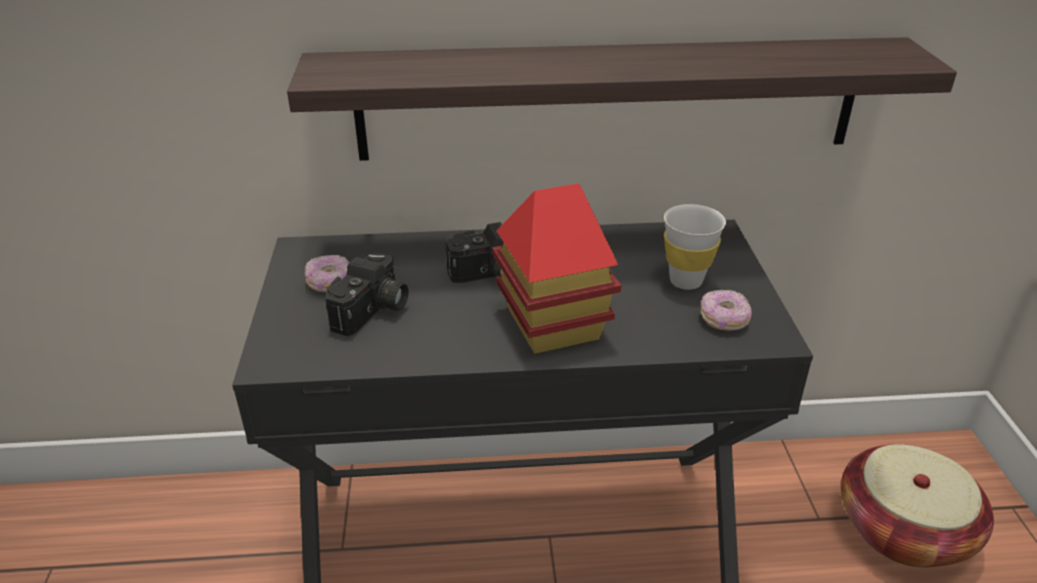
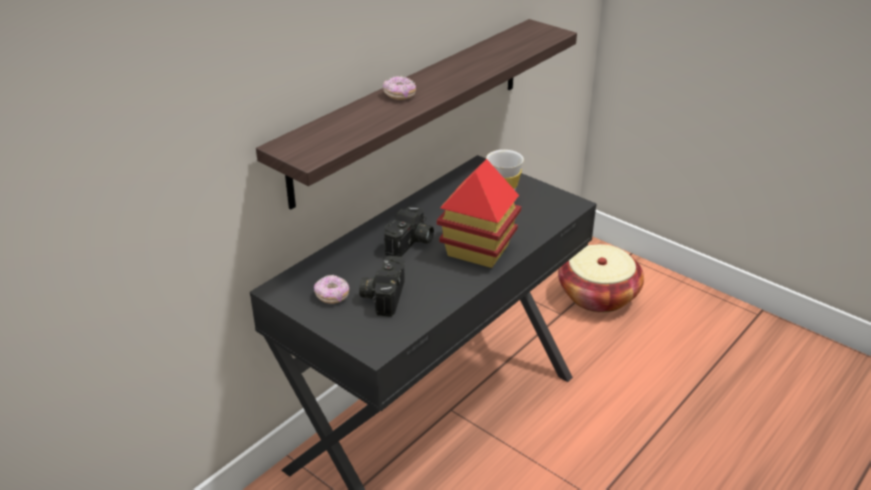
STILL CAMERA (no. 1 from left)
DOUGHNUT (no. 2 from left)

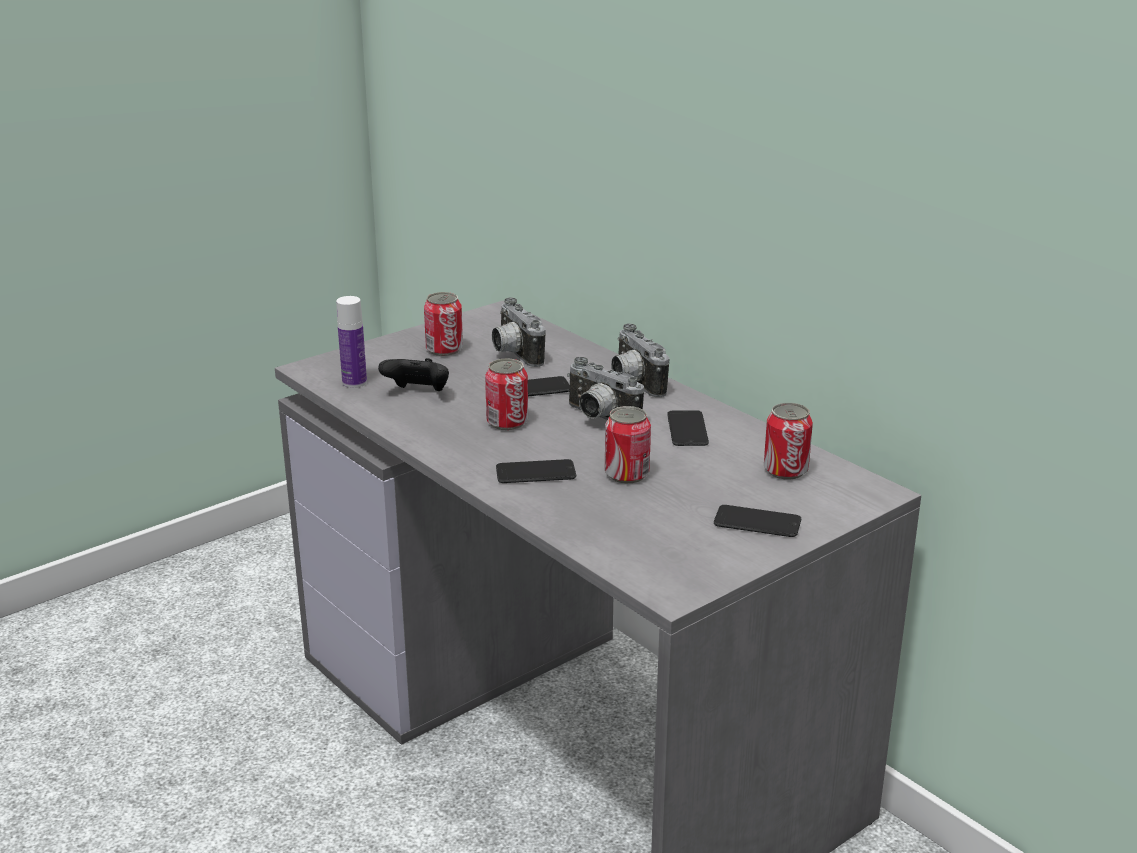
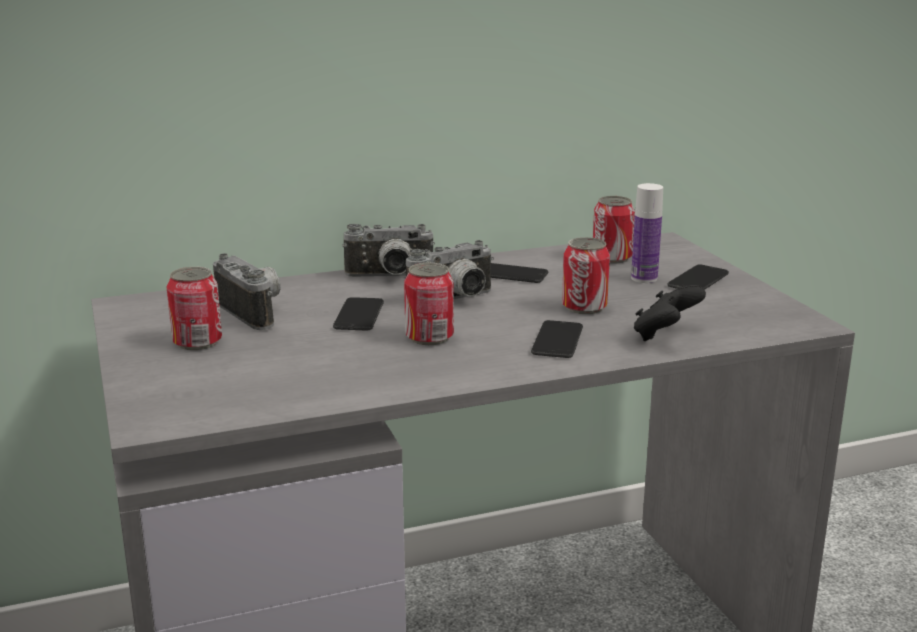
BEVERAGE BOTTLE
BLACK GAME CONTROLLER
STILL CAMERA (no. 1 from left)

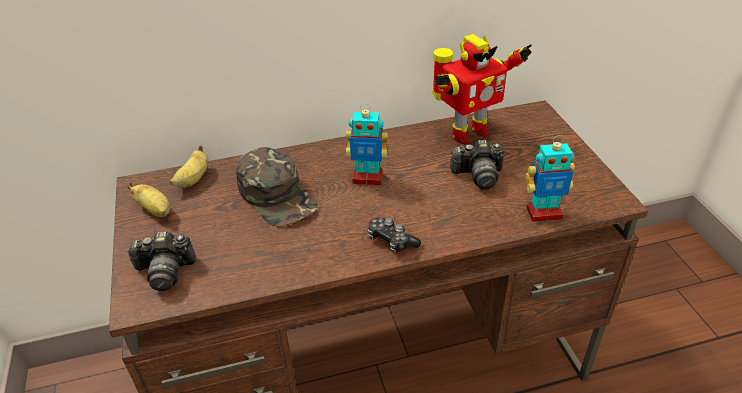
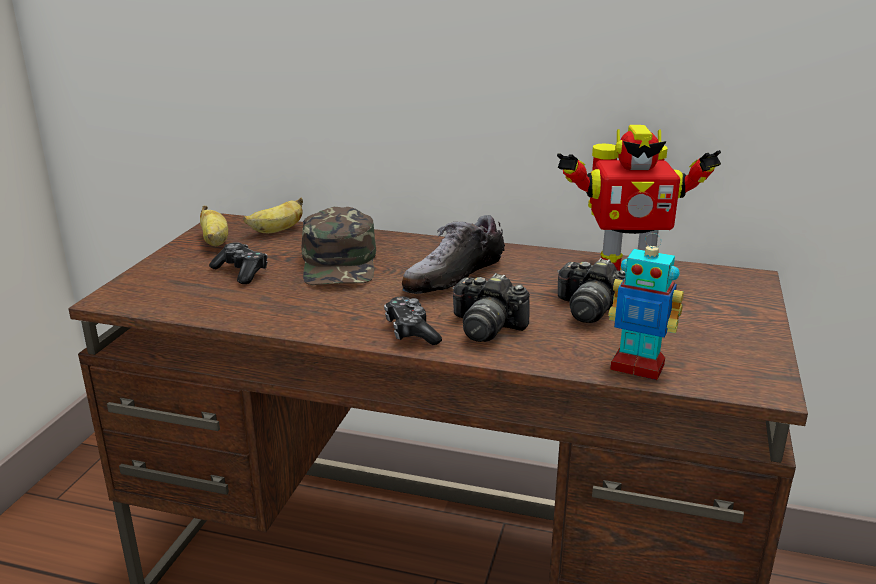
STILL CAMERA (no. 1 from left)
LOW SHOE
GAME CONTROLLER (no. 1 from left)

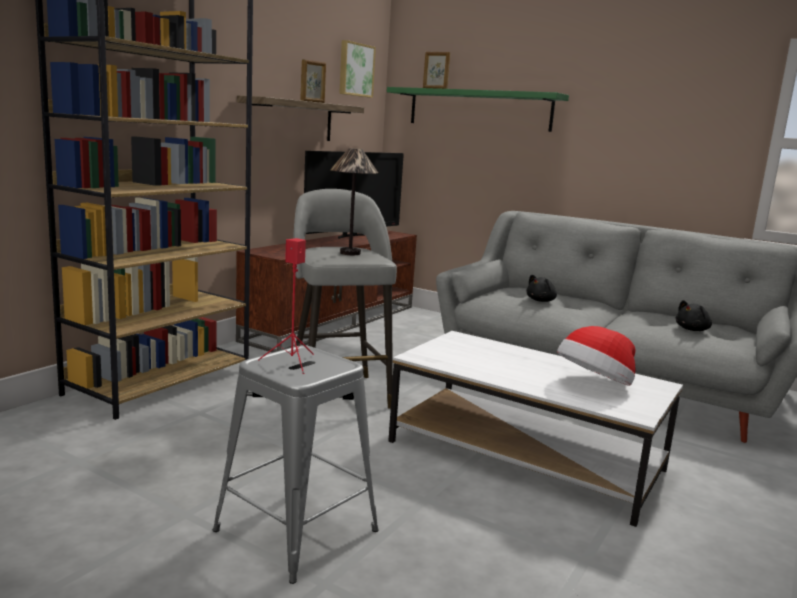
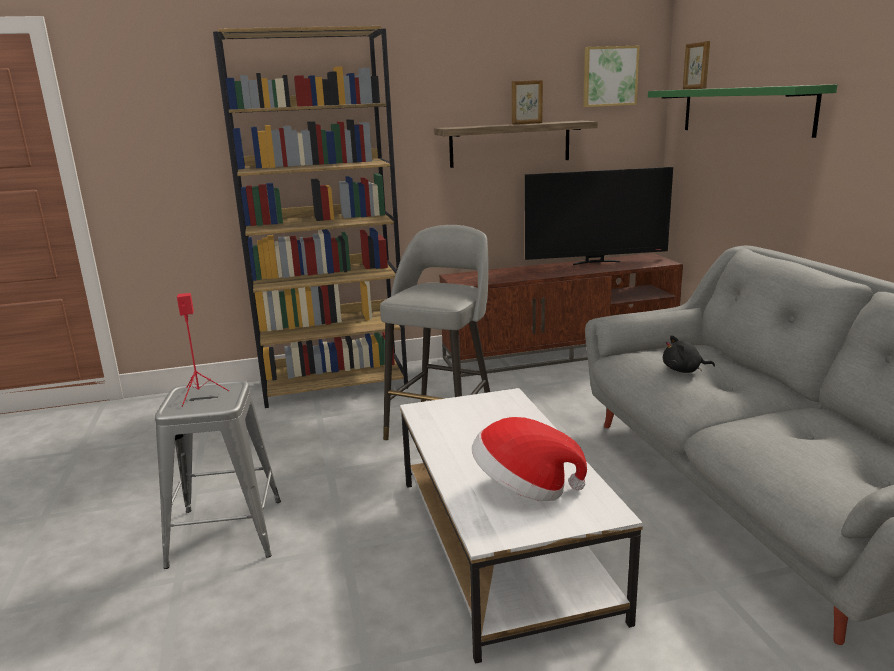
LAMP FOR A TABLE
BLACK PLUSH TOY (no. 2 from left in the first image)

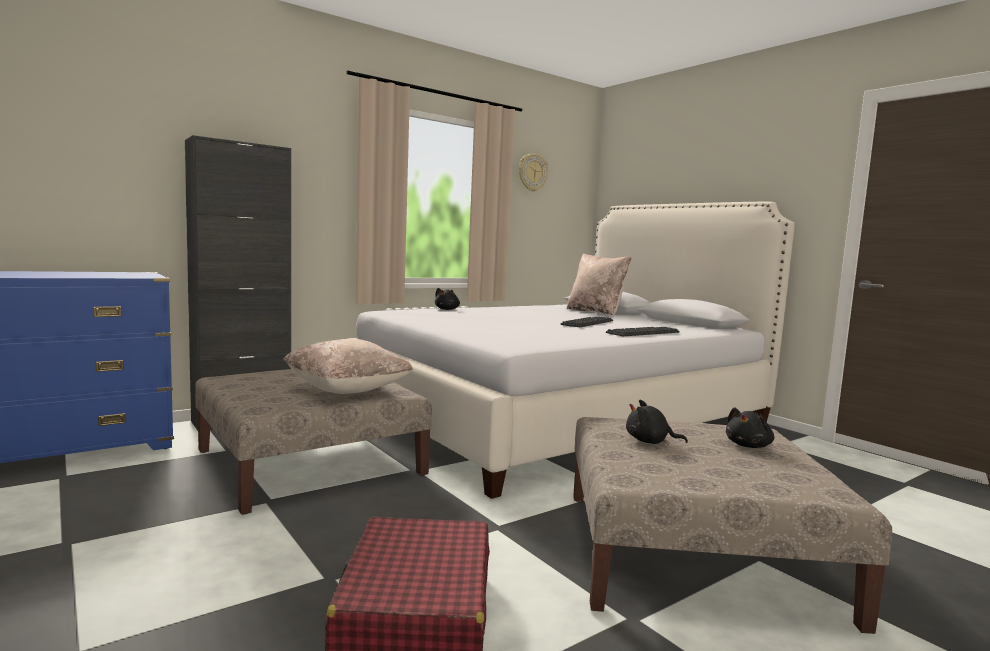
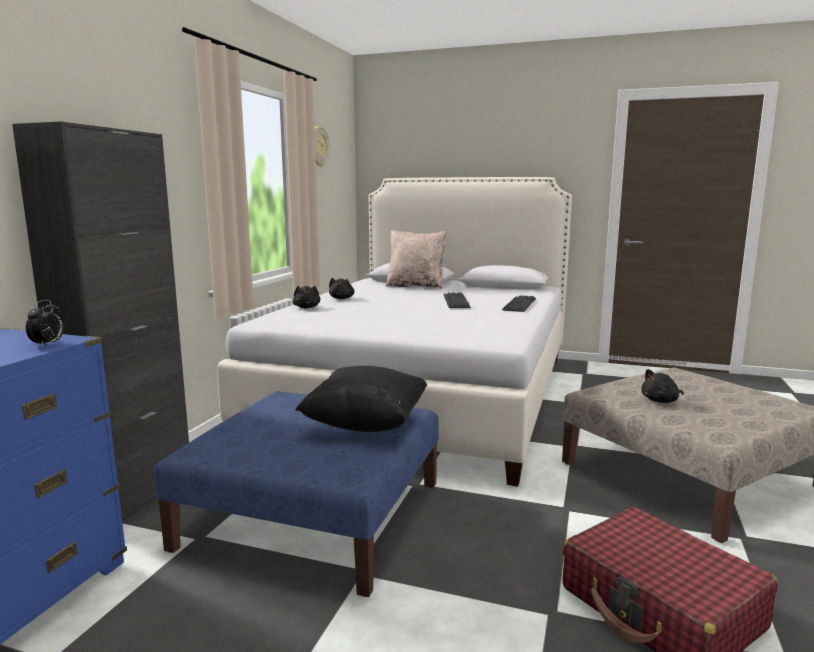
BLUISH FOOTREST
BLACK THROW PILLOW
BLACK PLUSH TOY (no. 2 from left)
ALARM CLOCK

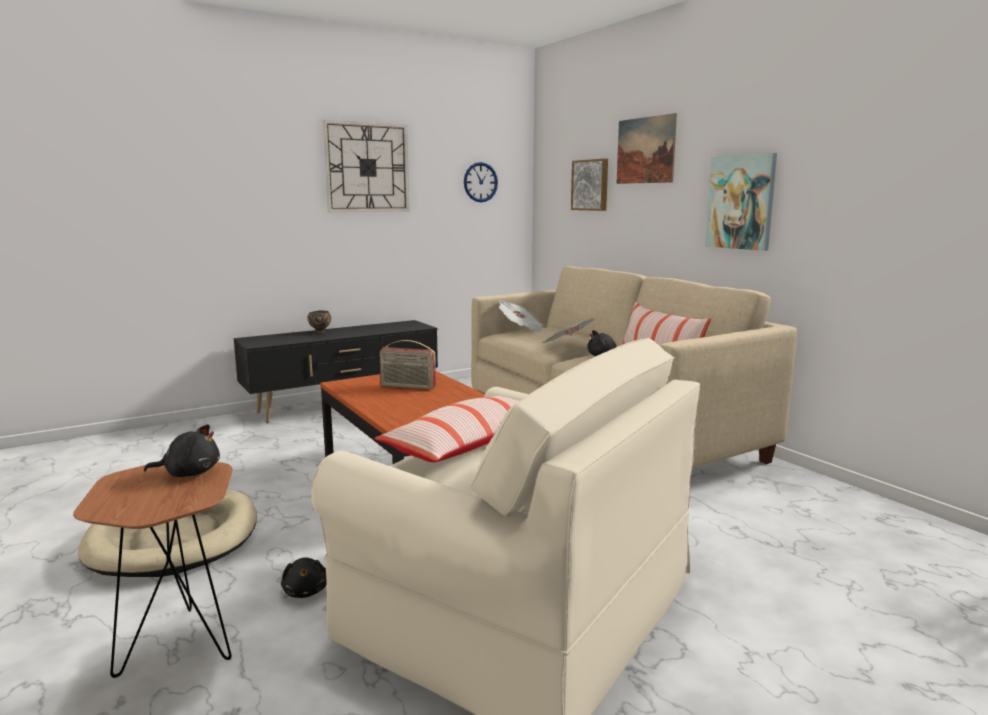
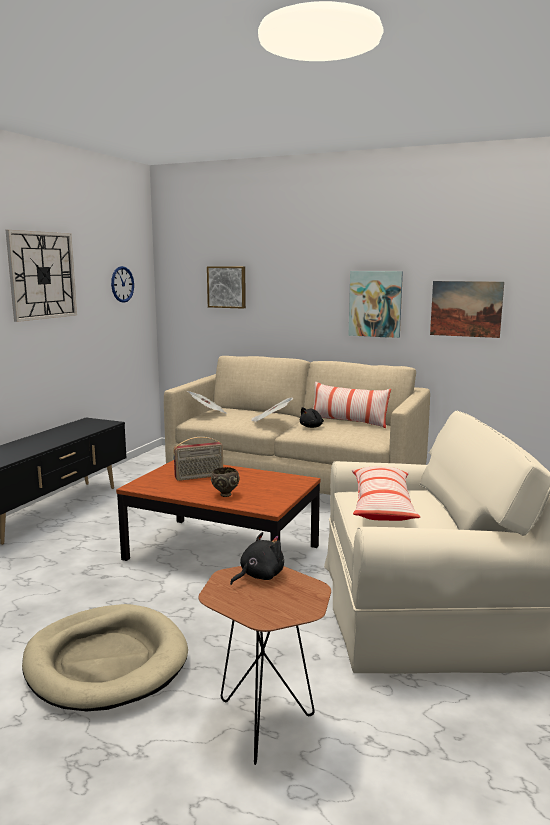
BLACK PLUSH TOY (no. 2 from left in the first image)
BROWN-COLOURED DEEP DISH
WALL PICTURE (no. 3 from left)

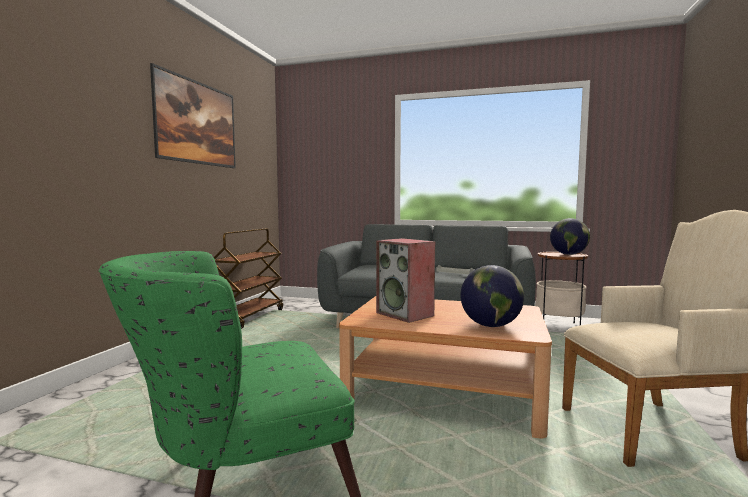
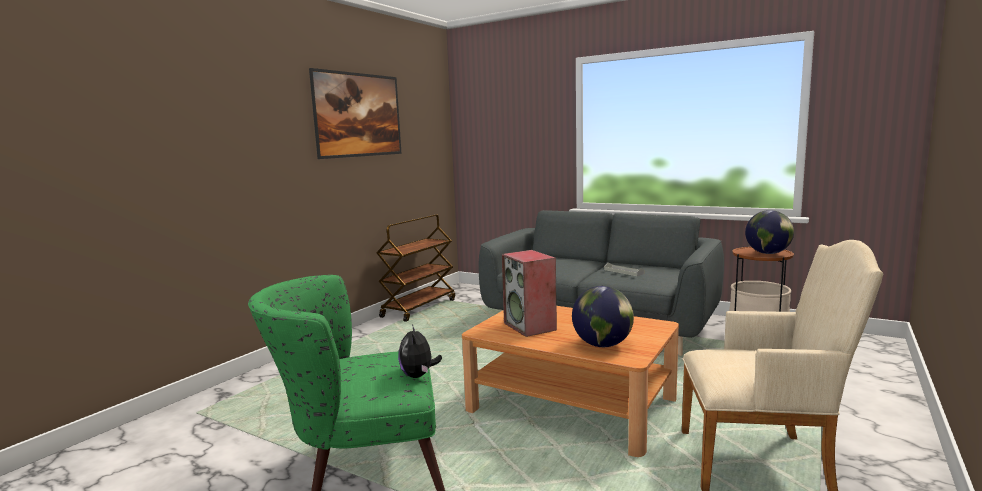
PLUSH TOY

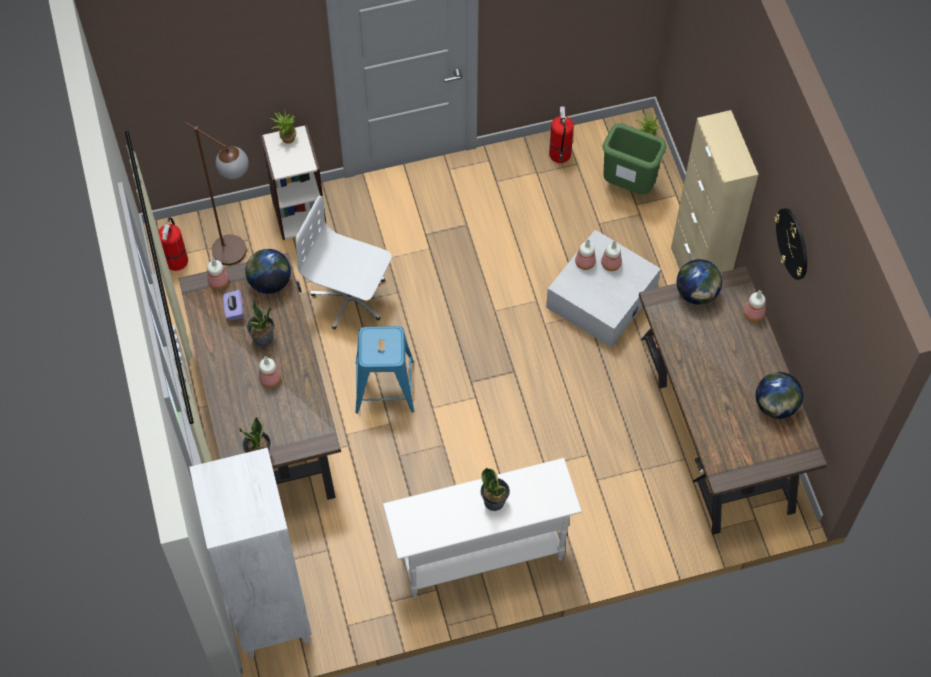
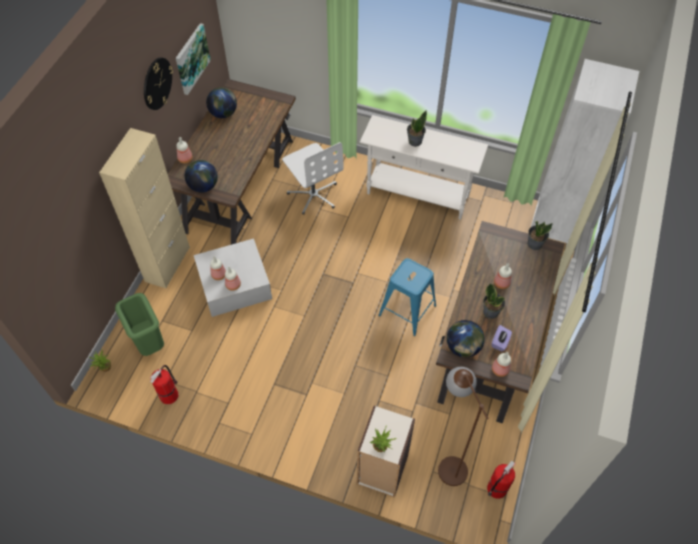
WHITISH COMPUTER CHAIR
WALL PICTURE

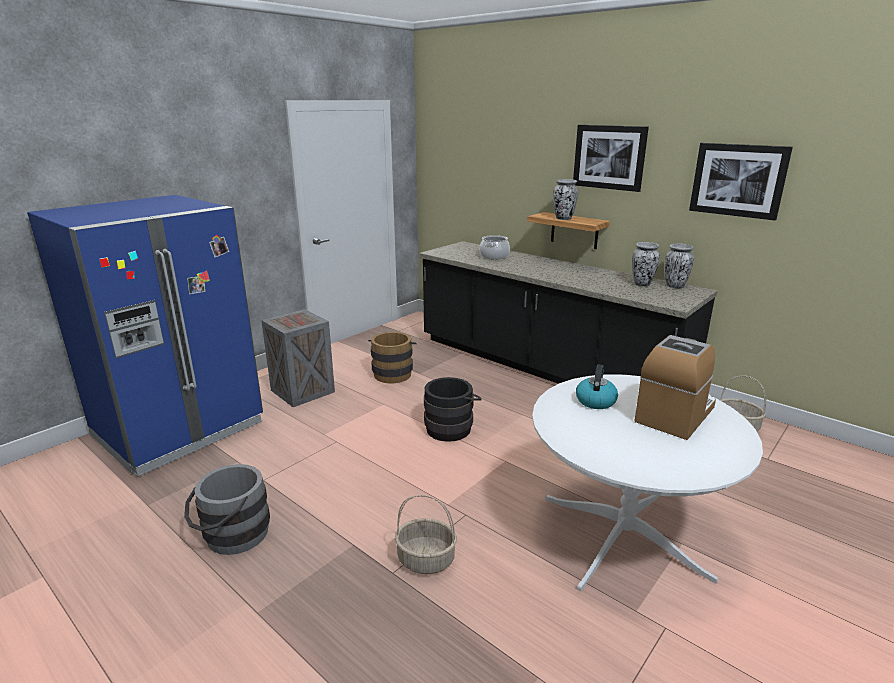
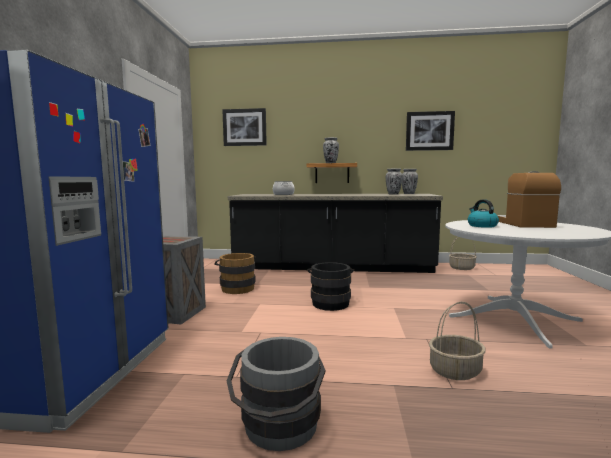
WALL PICTURE (no. 1 from left)

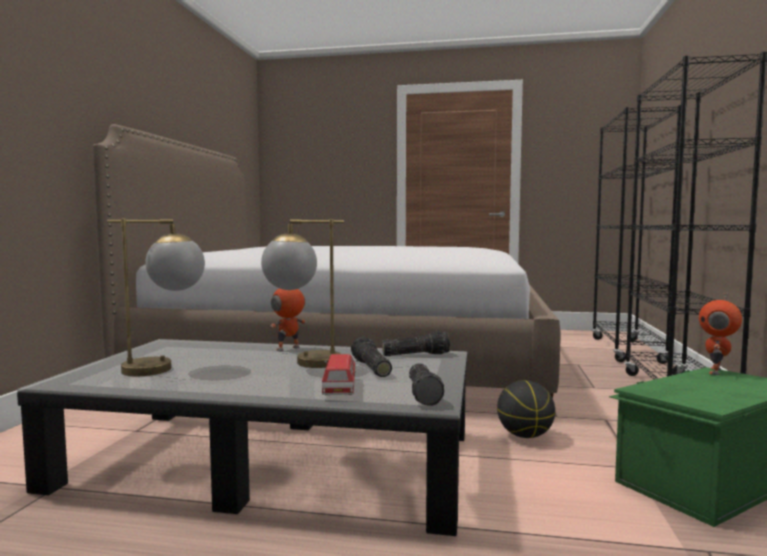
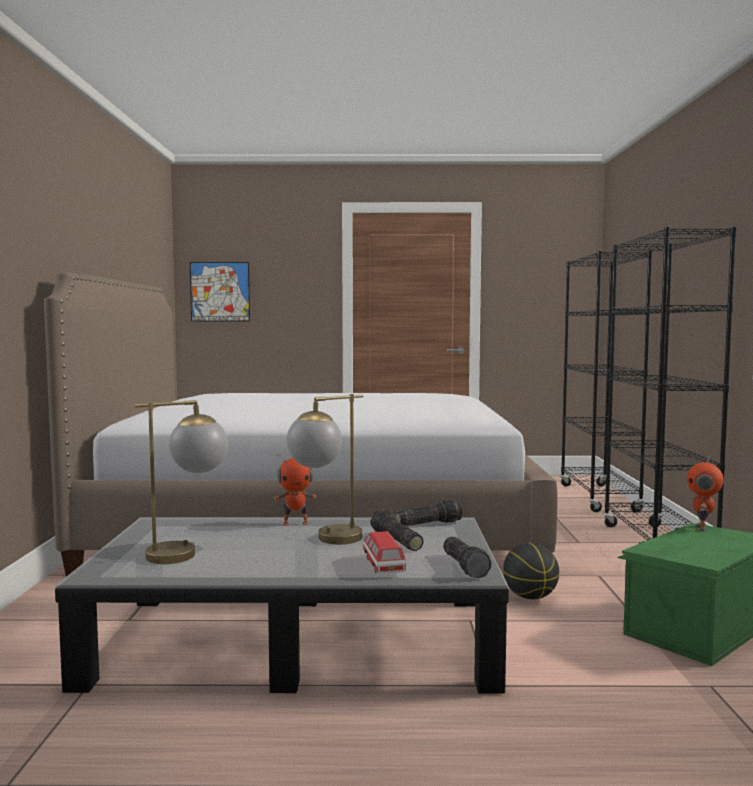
TOY ROBOT (no. 1 from left)
WALL PICTURE

